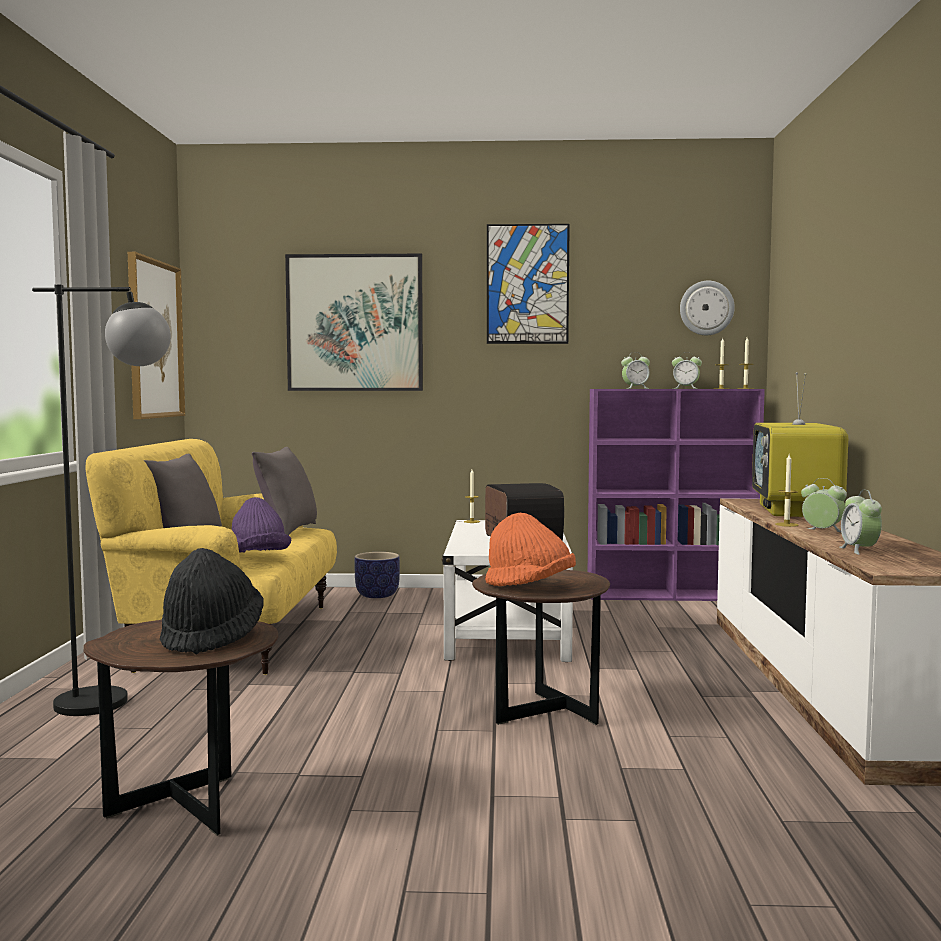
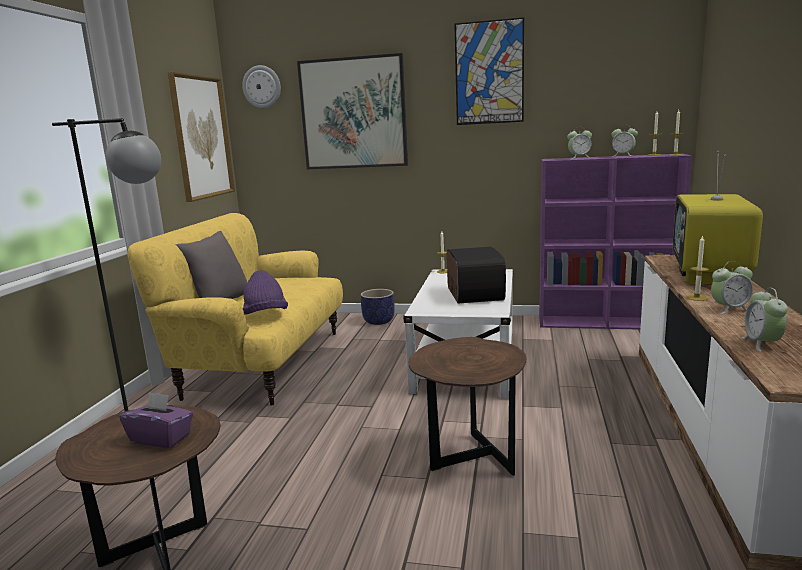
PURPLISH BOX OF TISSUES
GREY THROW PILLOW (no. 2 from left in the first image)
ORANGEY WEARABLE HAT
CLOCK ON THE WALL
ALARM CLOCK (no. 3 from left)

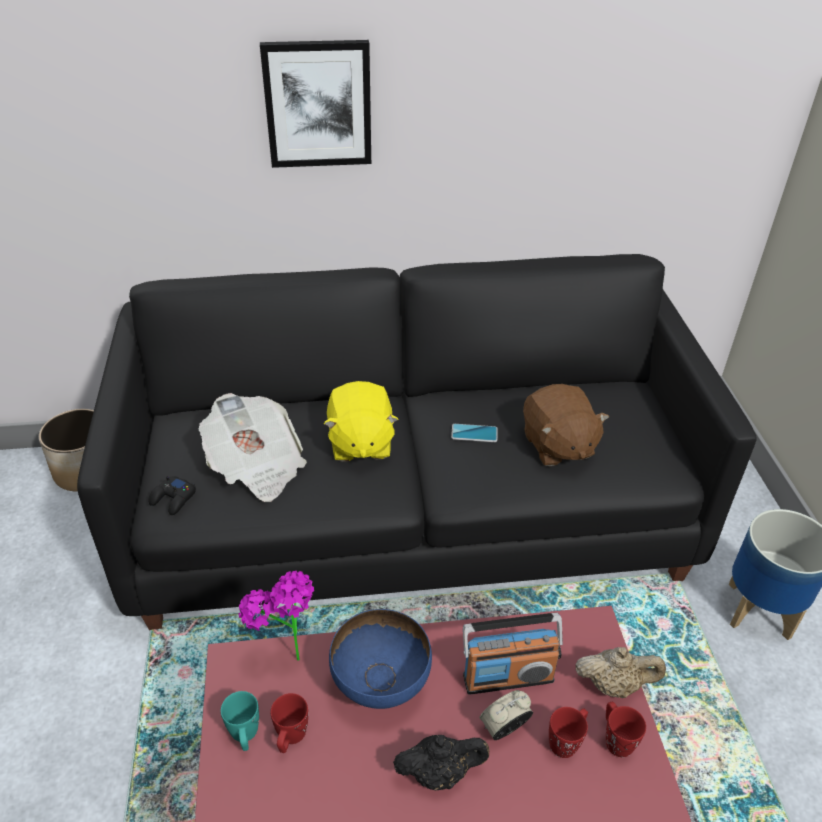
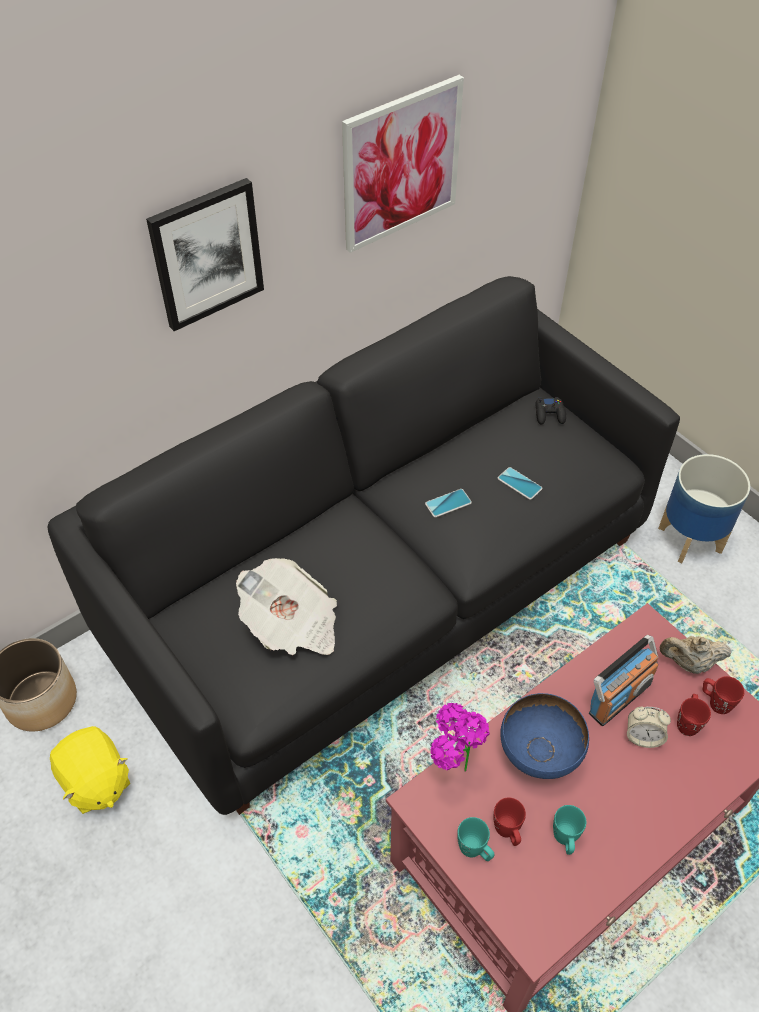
BLACK GAME CONTROLLER
YELLOW PLUSH TOY
BLACK TEAPOT
ALARM CLOCK
HANDSET (no. 2 from left)
SAND-COLOURED TEAPOT
WALL PICTURE (no. 2 from left)
TURQUOISE-COLOURED COFFEE MUG (no. 2 from left)

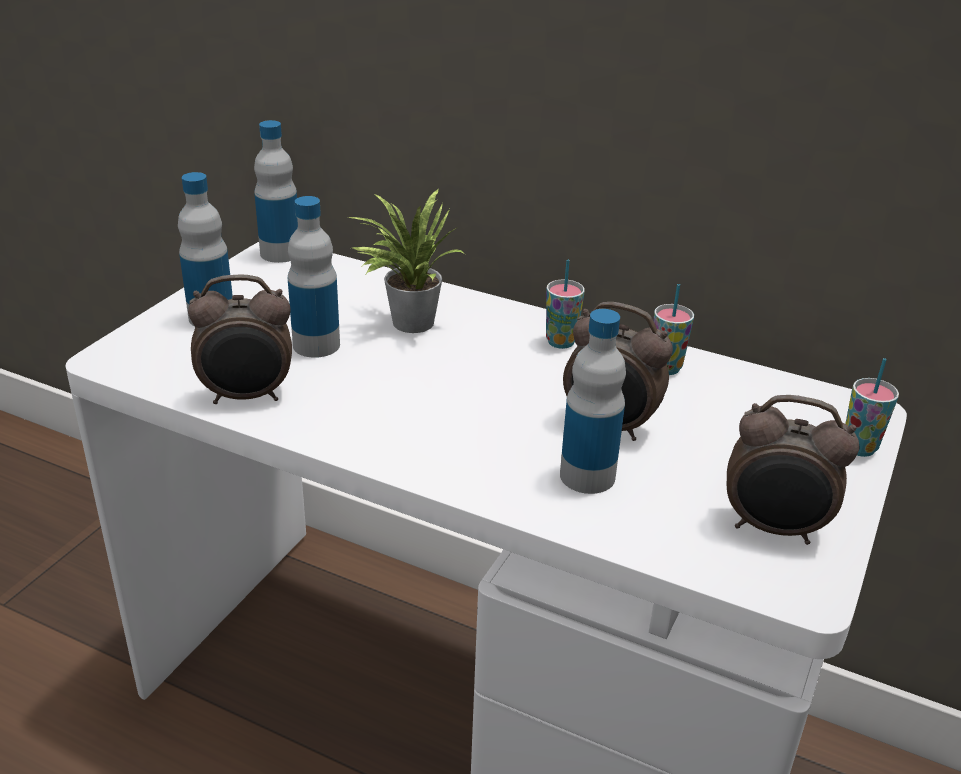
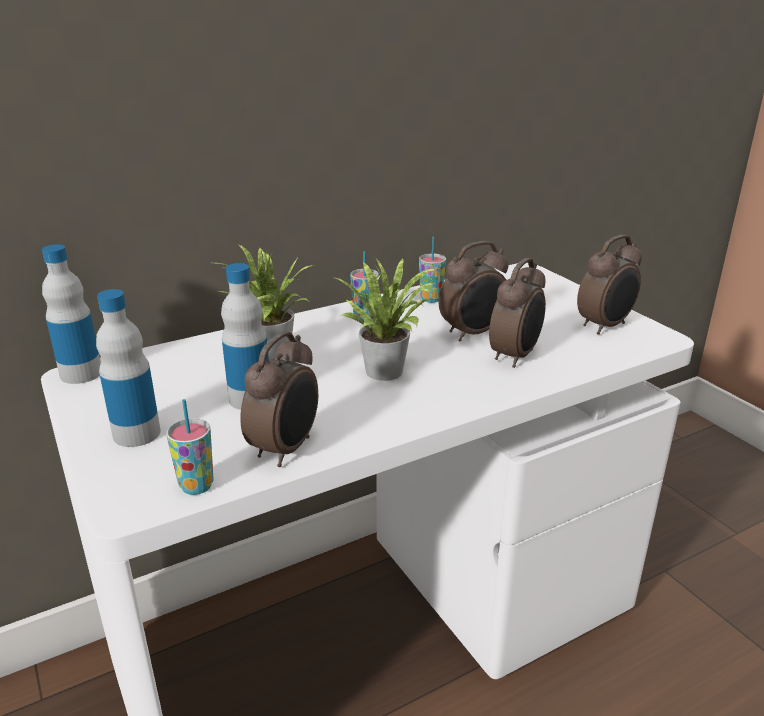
ALARM CLOCK (no. 3 from left)
CUP (no. 1 from left)
POTTED PLANT (no. 2 from left)

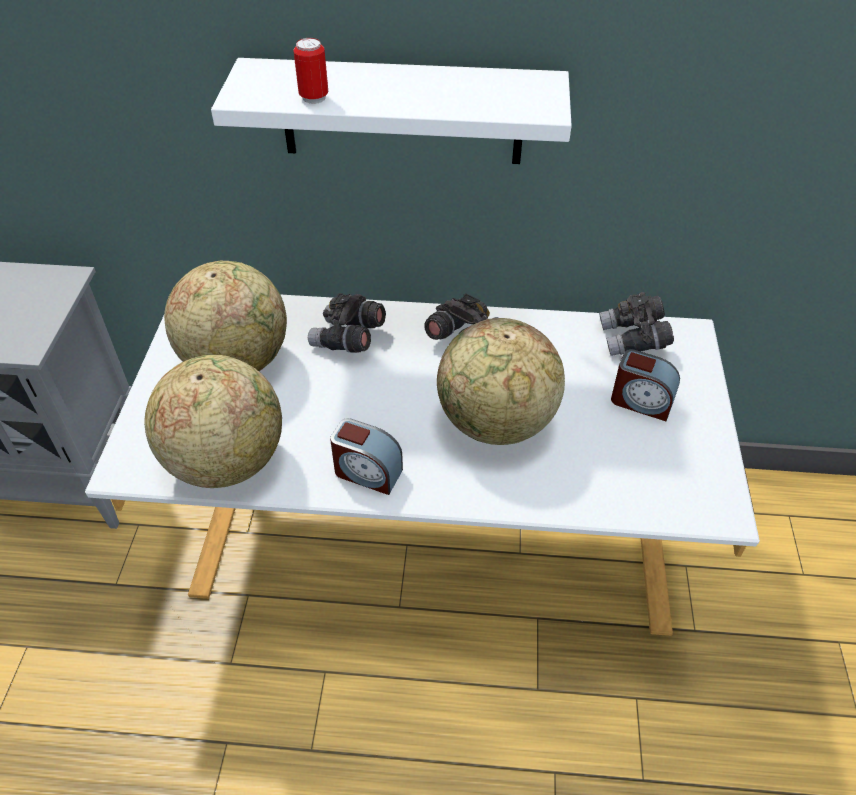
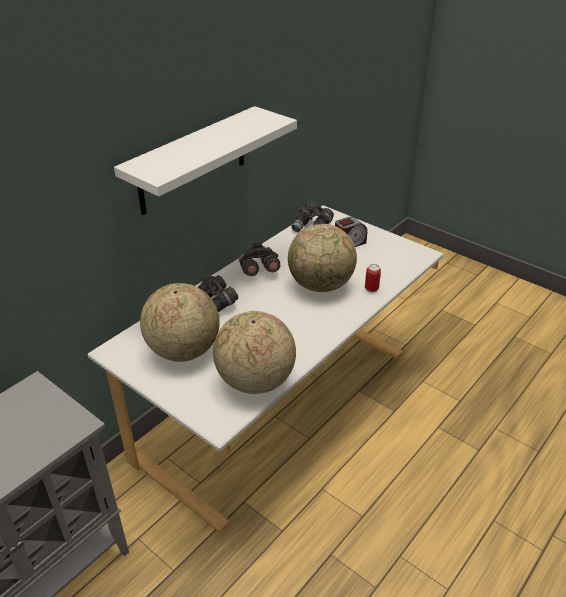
CAN
ALARM CLOCK (no. 1 from left in the first image)

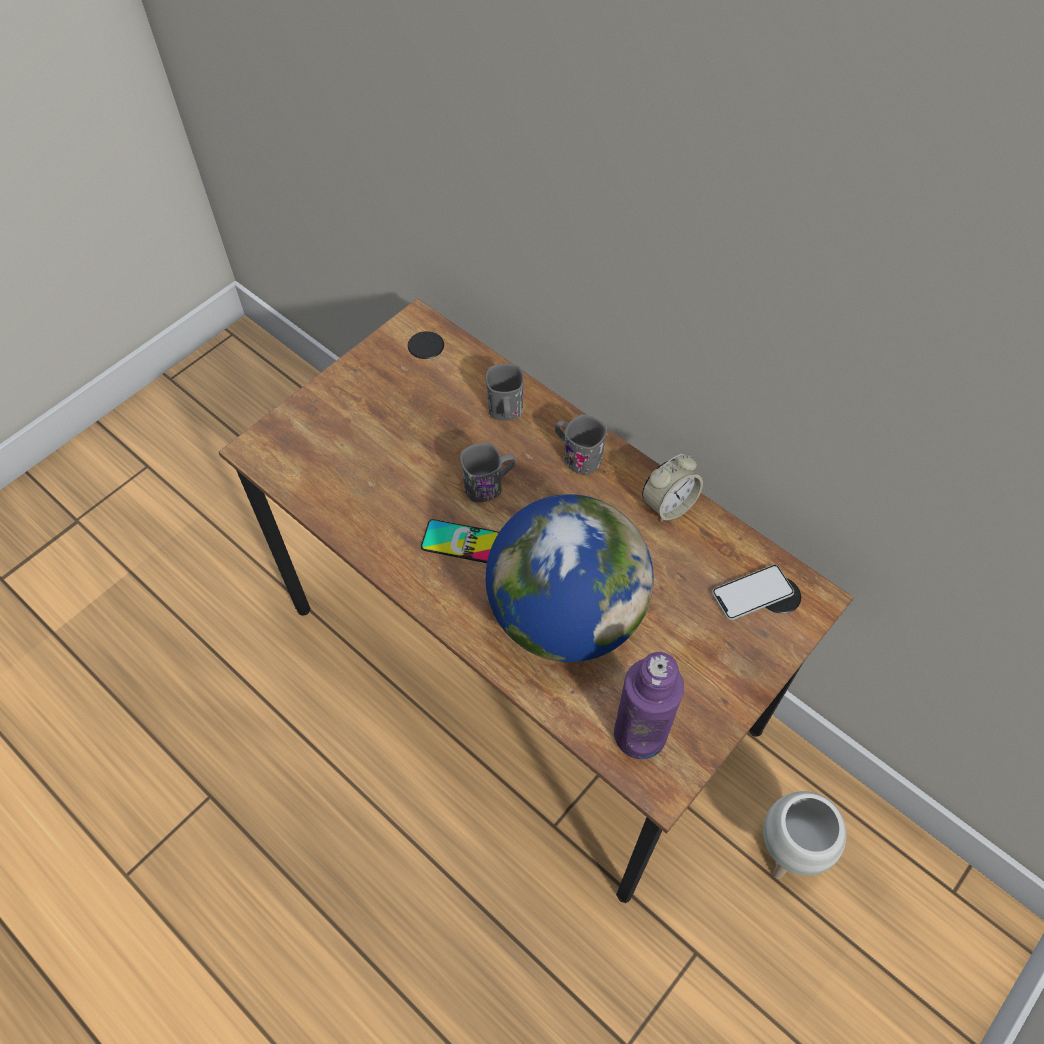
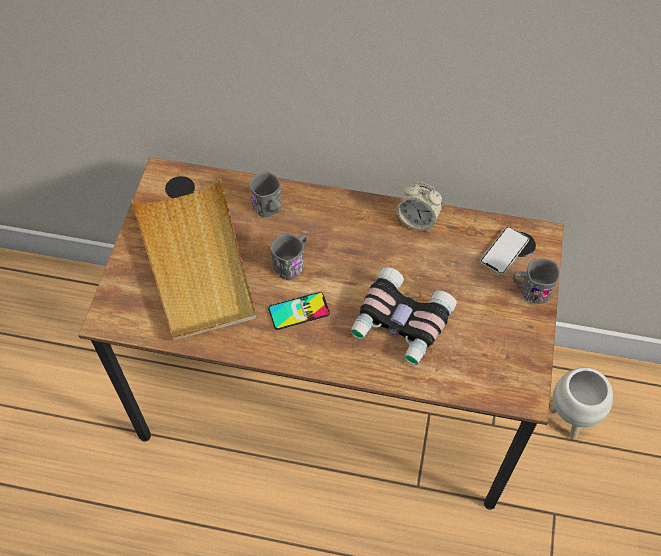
FIELD GLASSES
GREY COFFEE MUG (no. 3 from left)
PURPLISH BEVERAGE BOTTLE
ALARM CLOCK
SAND-COLOURED TRAY

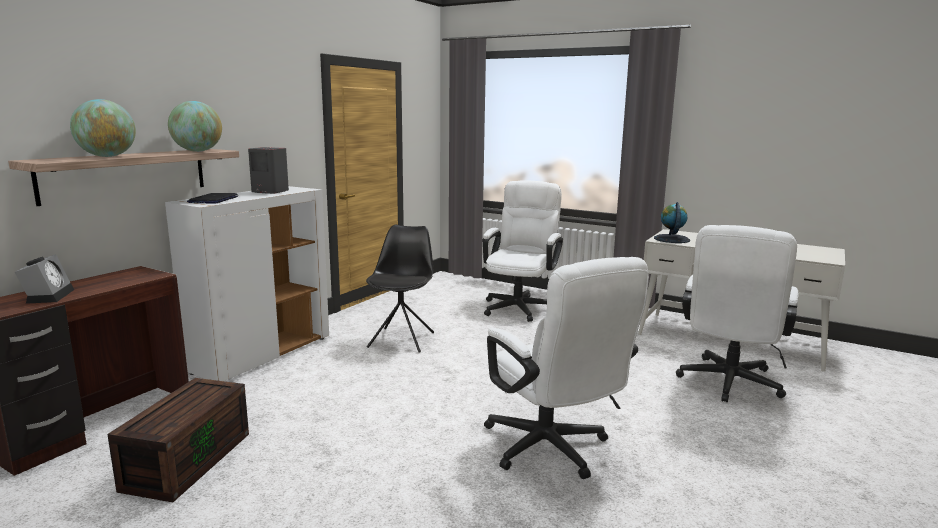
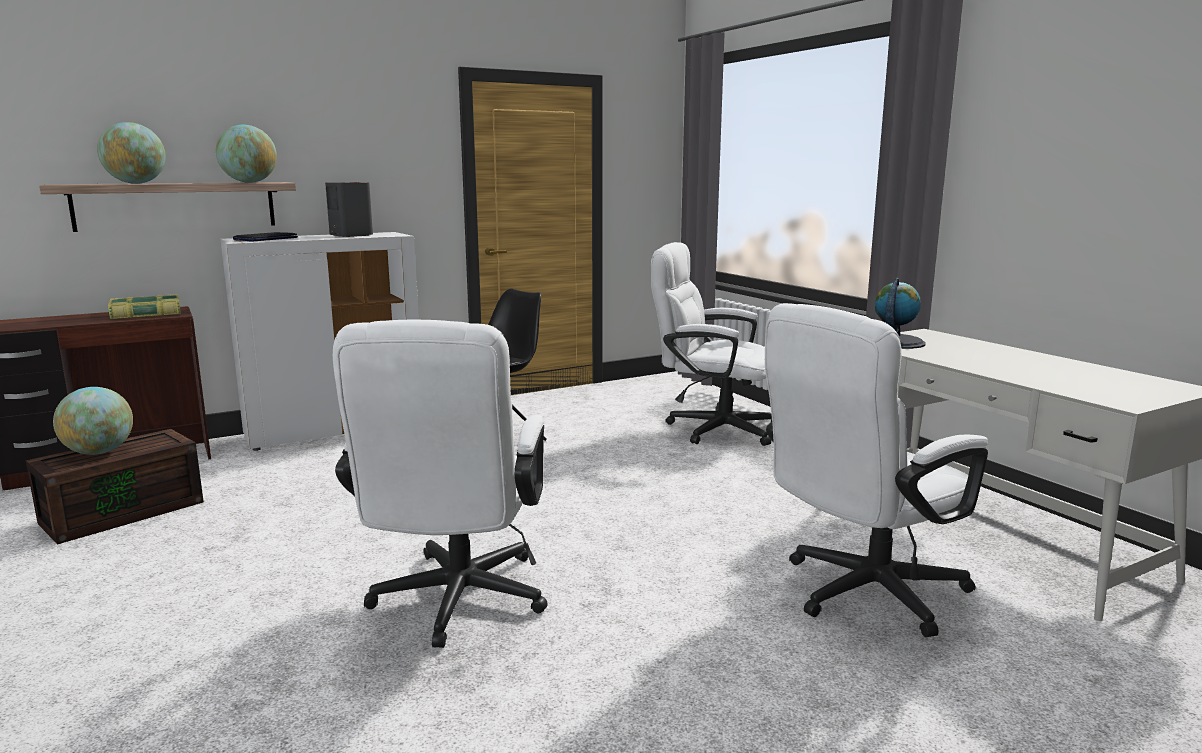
ALARM CLOCK
WHITISH COMPUTER CHAIR (no. 2 from left)
WORLD GLOBE (no. 1 from left)
VOLUME

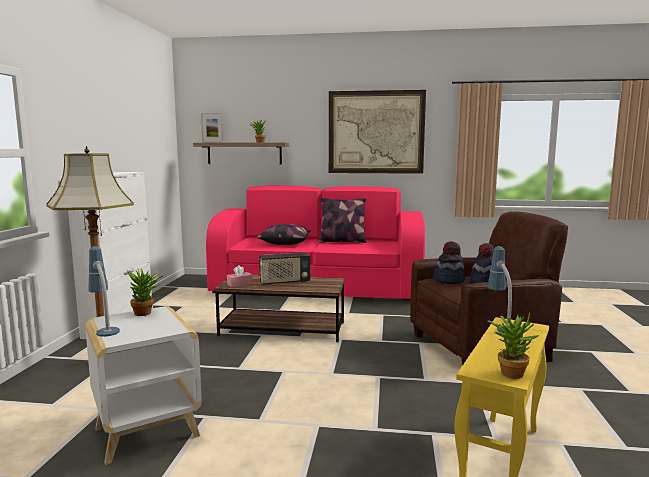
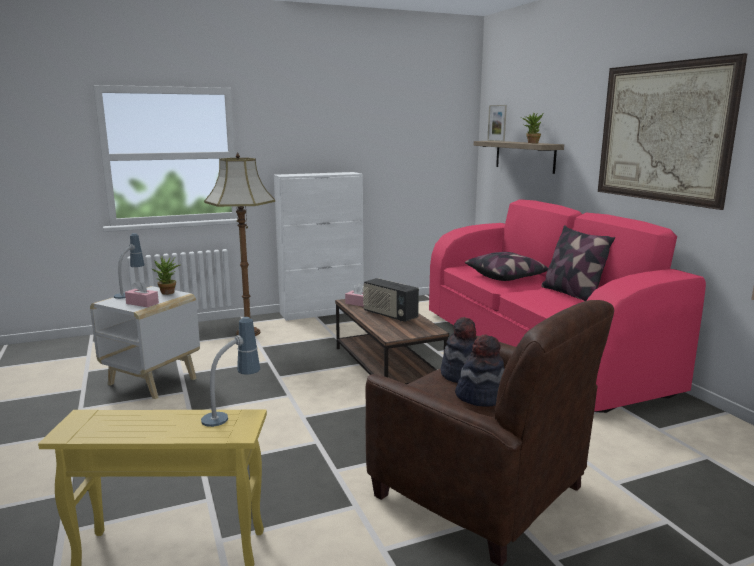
POTTED PLANT (no. 3 from left in the first image)
PINKISH BOX OF TISSUES (no. 1 from left)

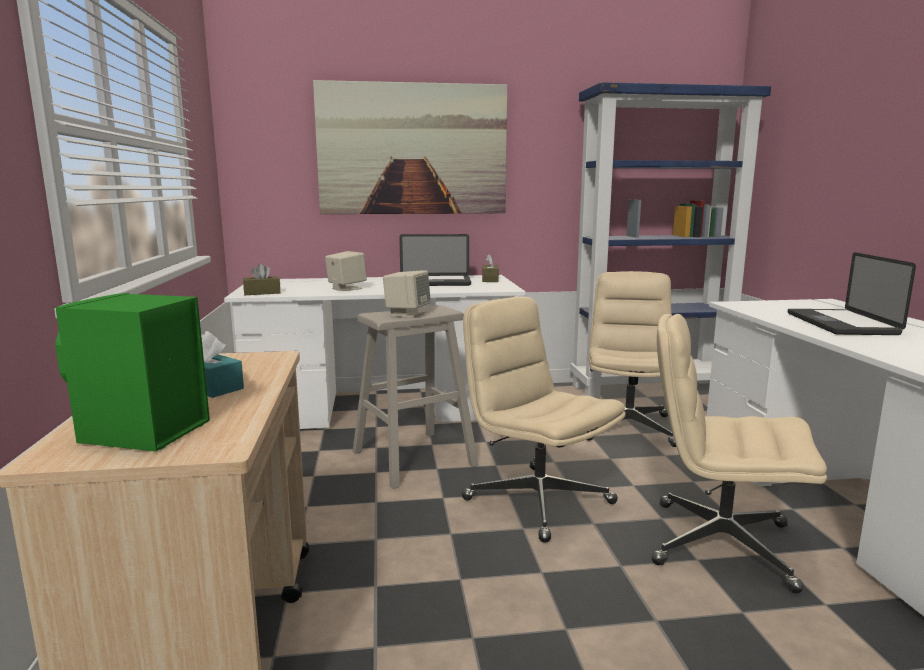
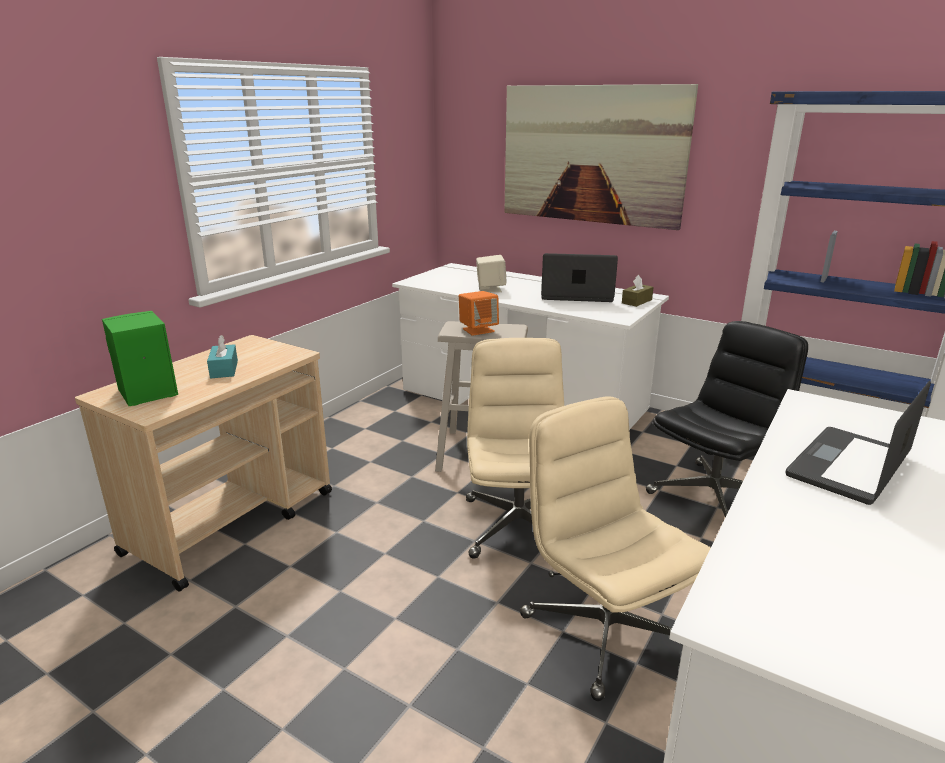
BROWN-COLOURED BOX OF TISSUES (no. 1 from left in the first image)
ORANGEY SPEAKER
PORTABLE COMPUTER (no. 1 from left)
BLACK COMPUTER CHAIR

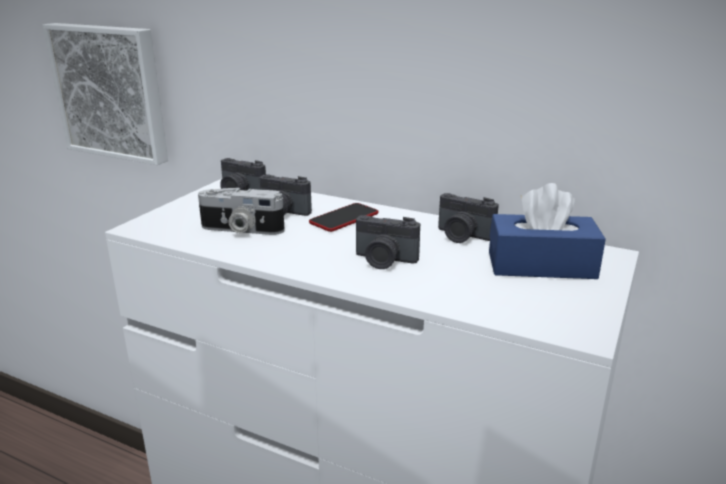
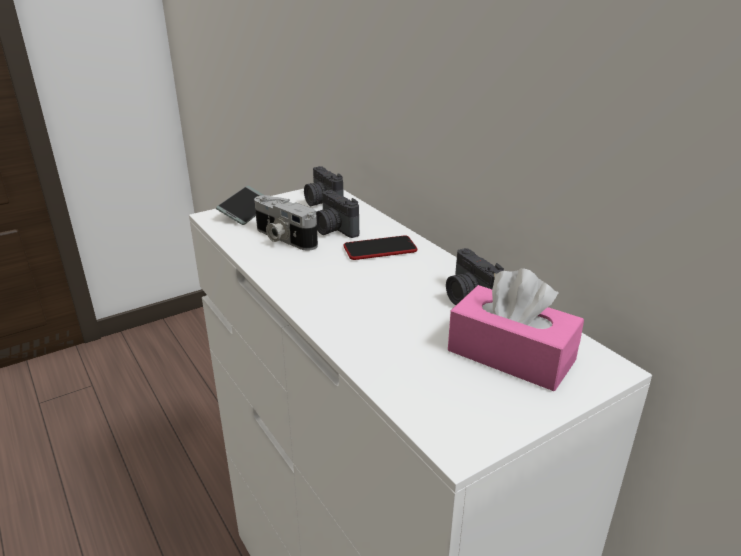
WALL PICTURE
STILL CAMERA (no. 4 from left in the first image)
PINKISH BOX OF TISSUES
HANDSET (no. 1 from left)

